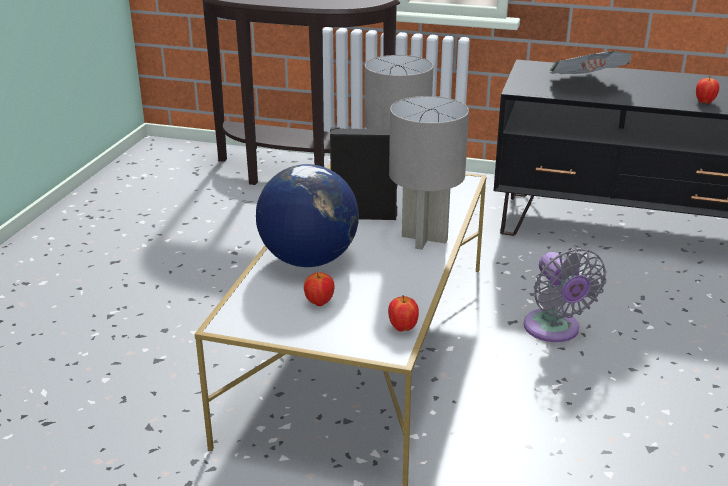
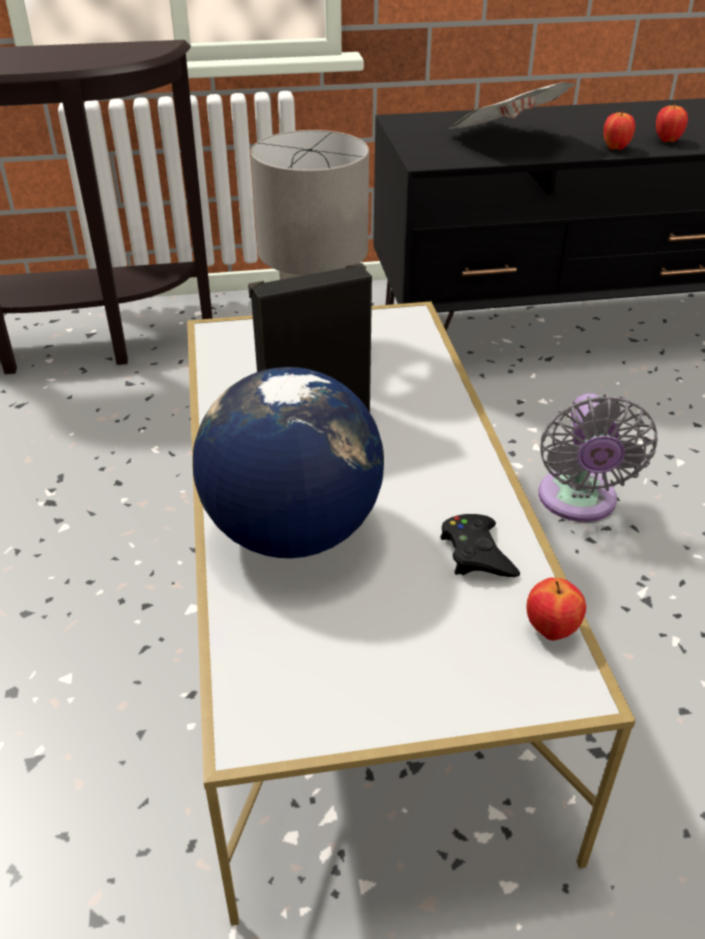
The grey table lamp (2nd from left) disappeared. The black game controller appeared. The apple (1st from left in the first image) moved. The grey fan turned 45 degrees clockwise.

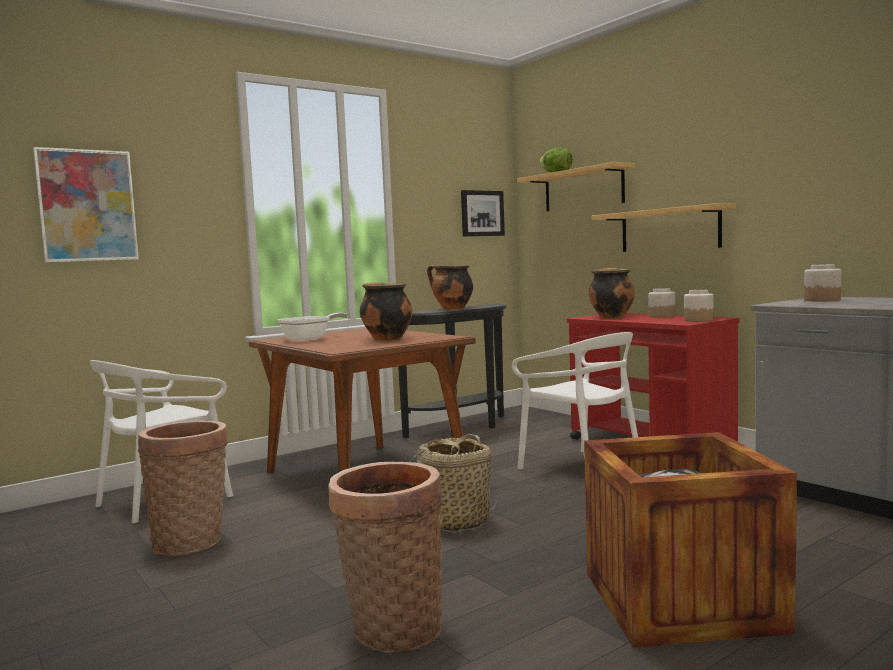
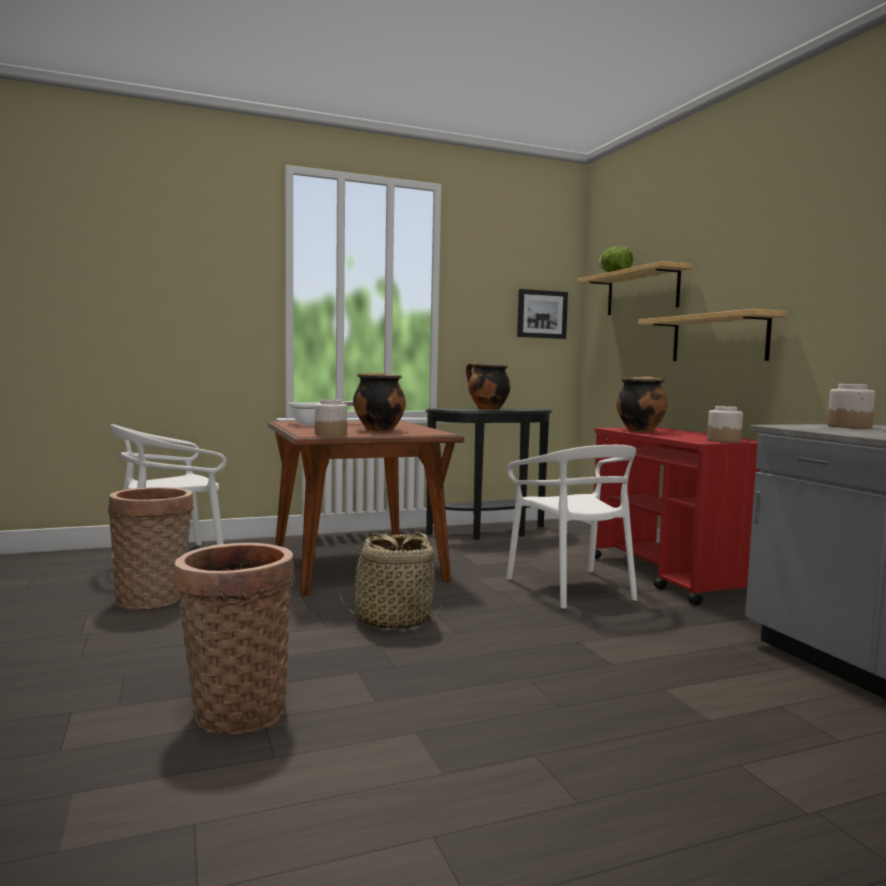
The picture (1st from left) disappeared. The crate disappeared. The jar (1st from left) moved.

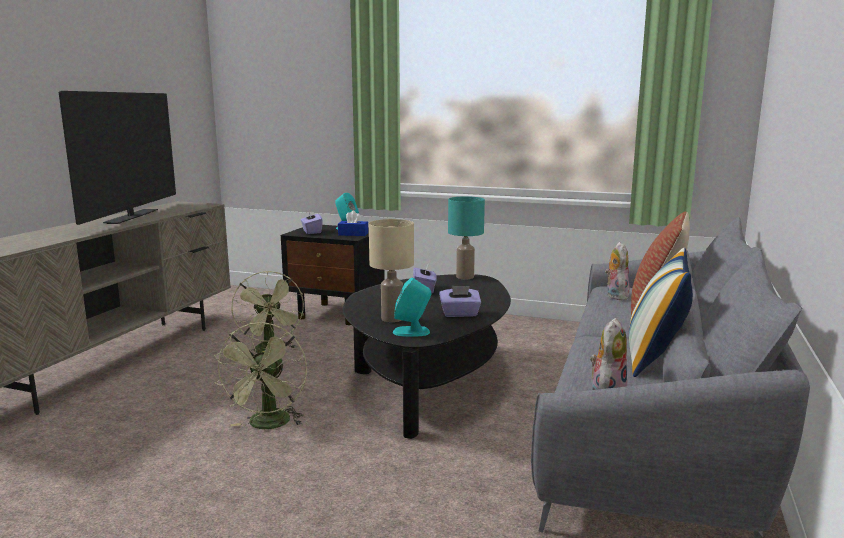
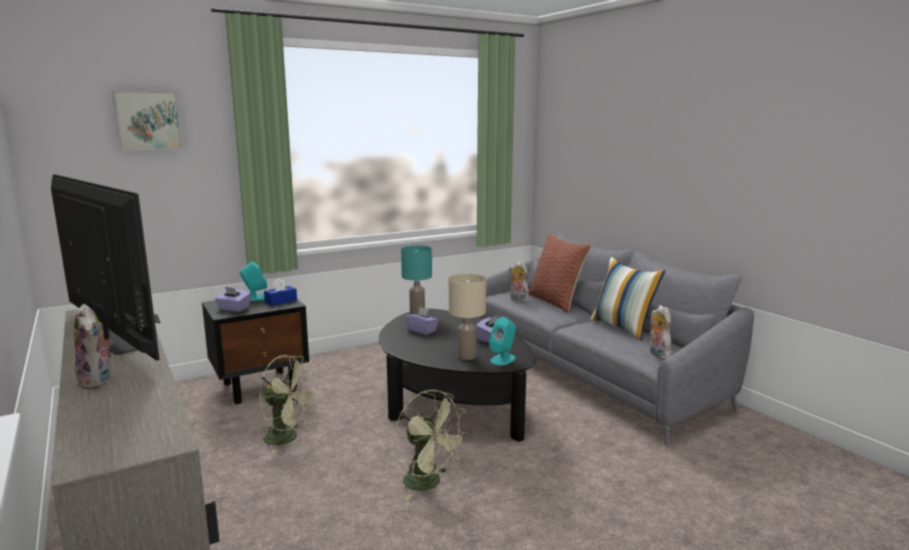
The plush toy (1st from left) appeared. The picture appeared.

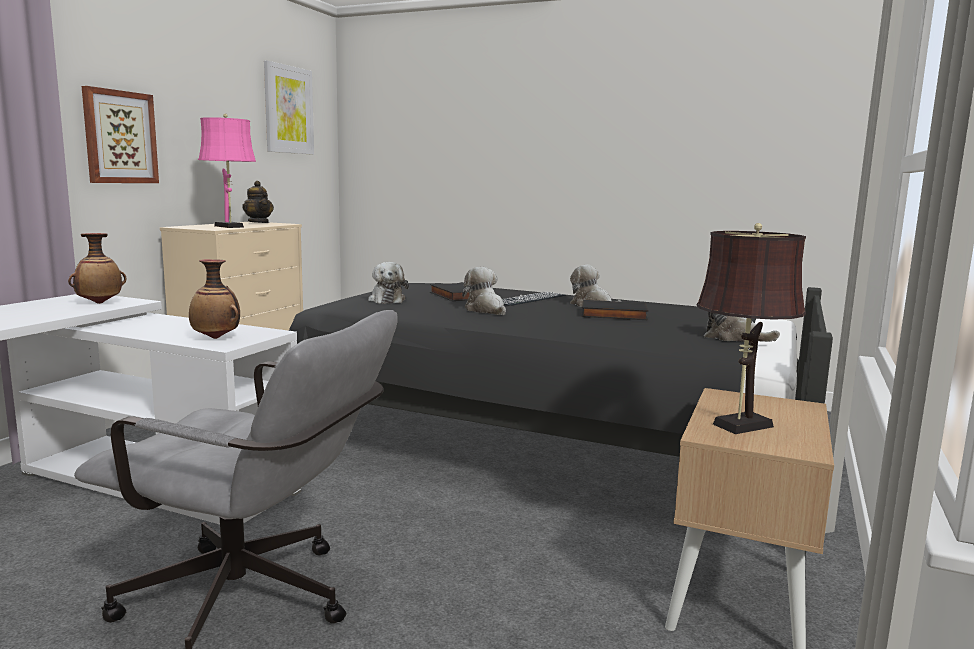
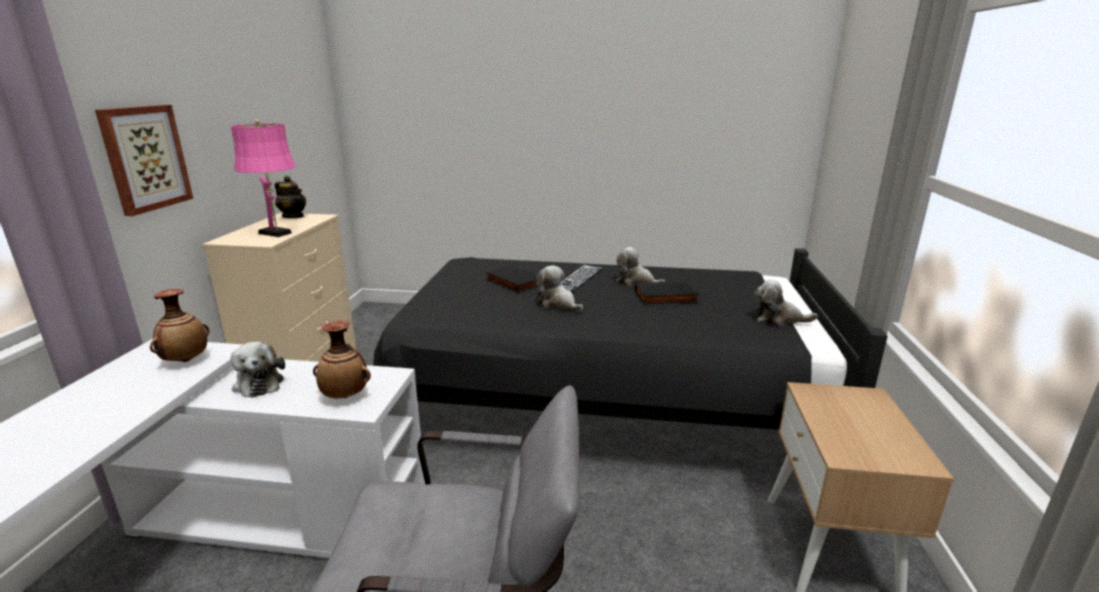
The picture (2nd from left) disappeared. The brown table lamp disappeared. The plush toy (1st from left) moved.

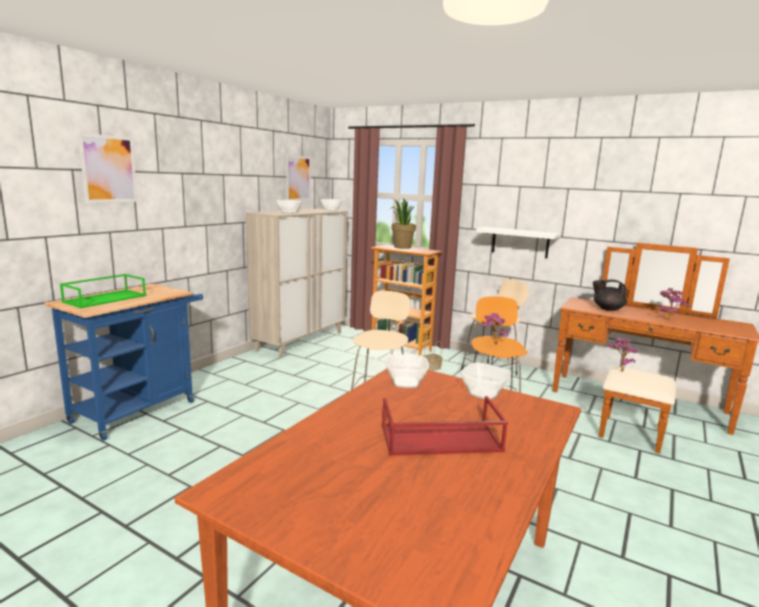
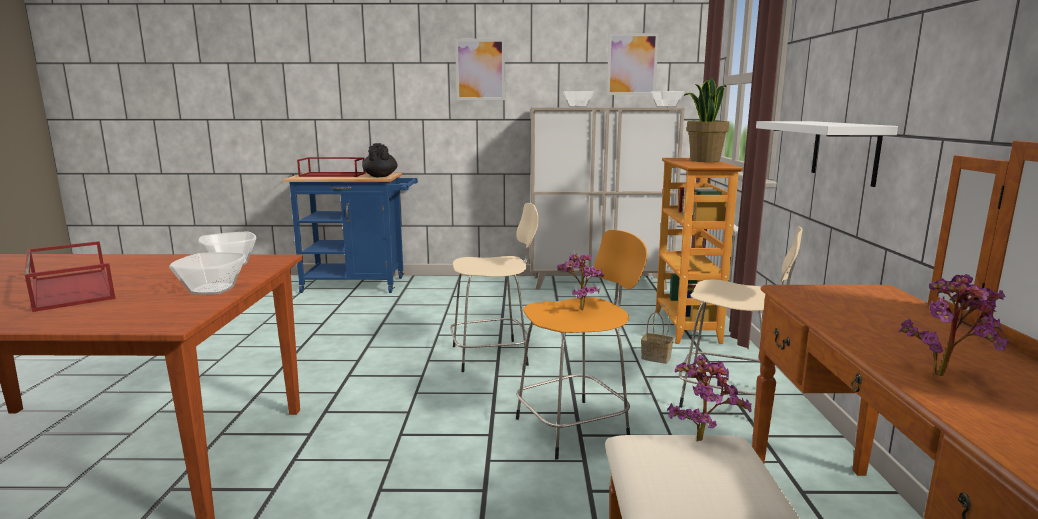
The picture (1st from left) moved. The black teapot moved. The green tray became the red tray (2nd from left).

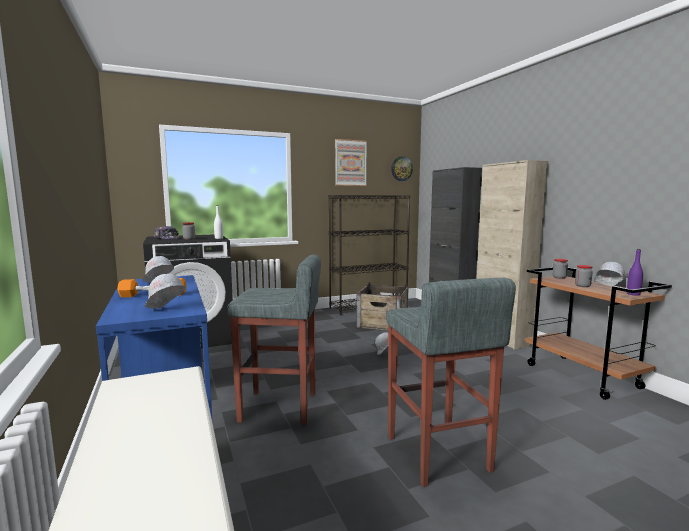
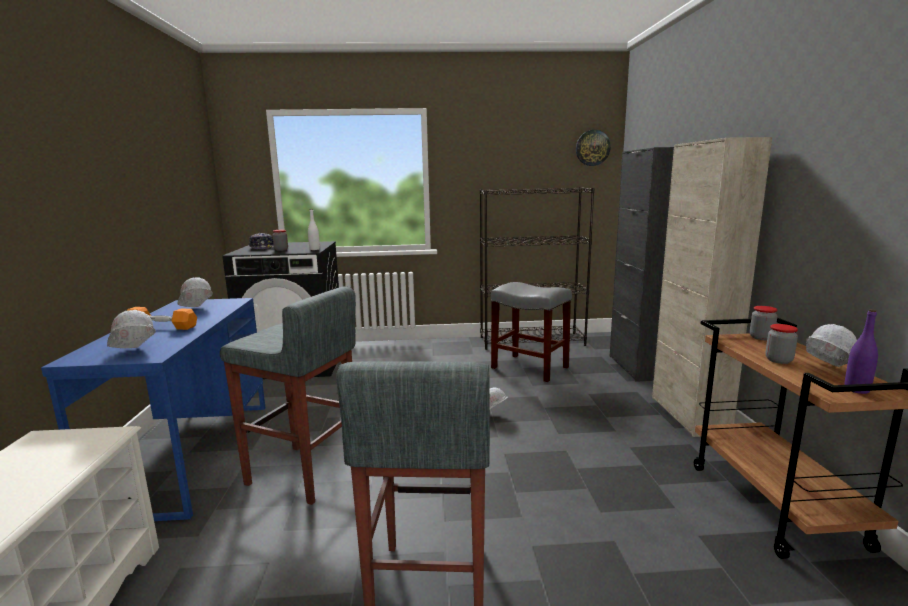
The picture disappeared. The crate was replaced by the grey stool (3rd from left).

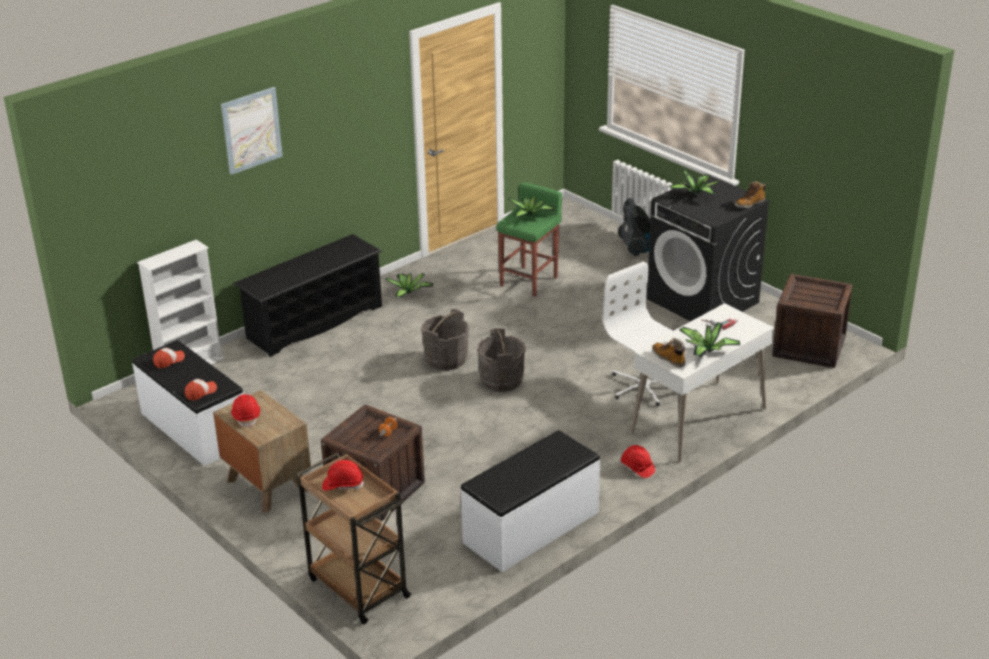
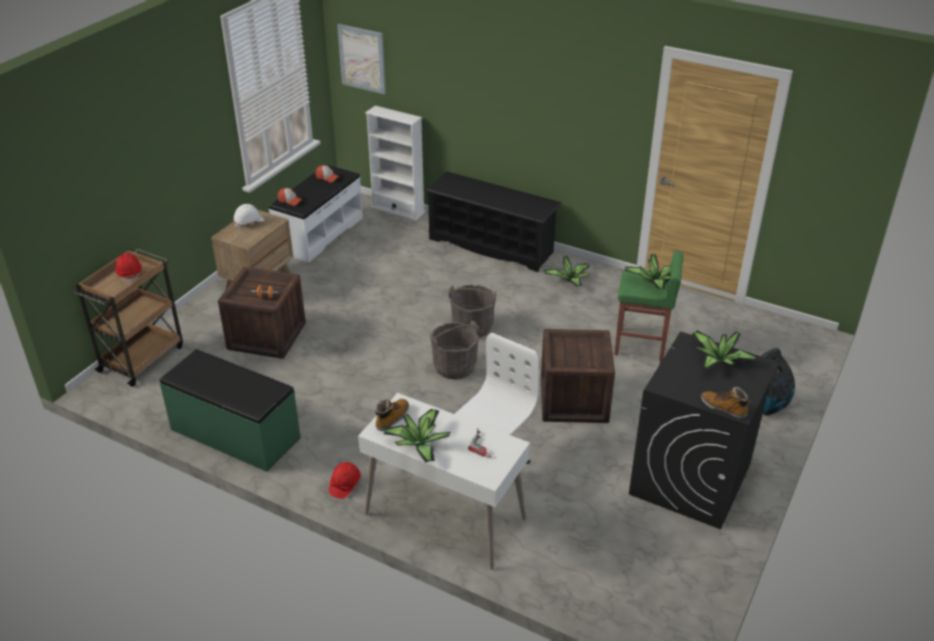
The picture moved. The crate (2nd from left) moved. The red hard hat (1st from left) became the white hard hat. The white bench (2nd from left) became the green bench.

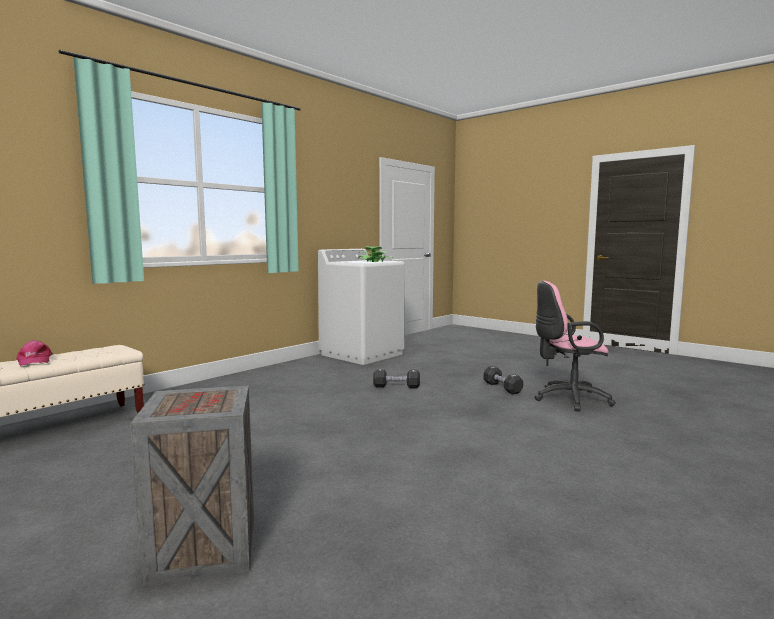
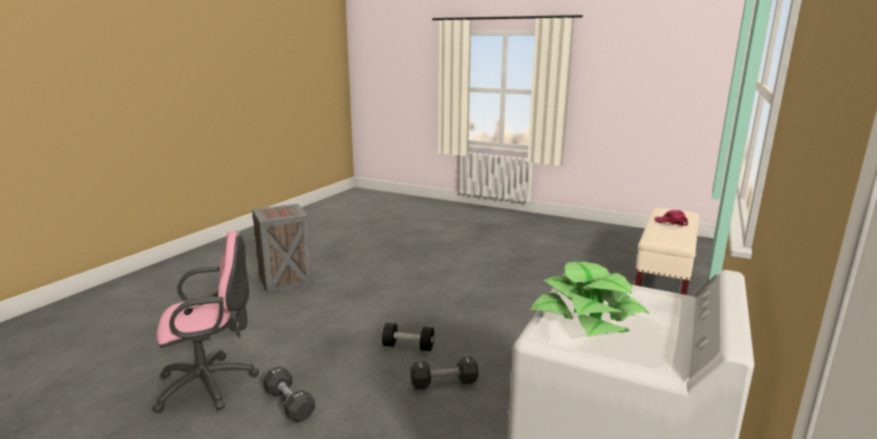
The black dumbbell (2nd from left) appeared. The crate moved.

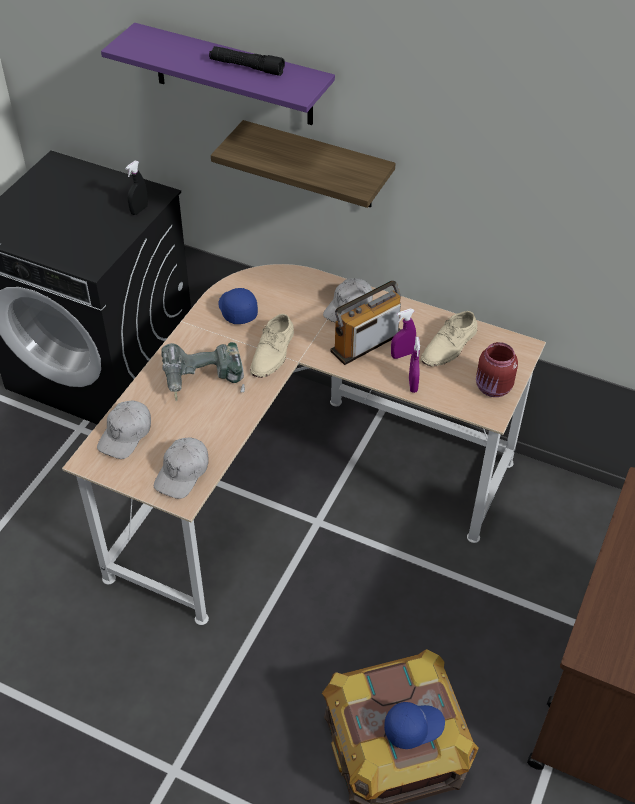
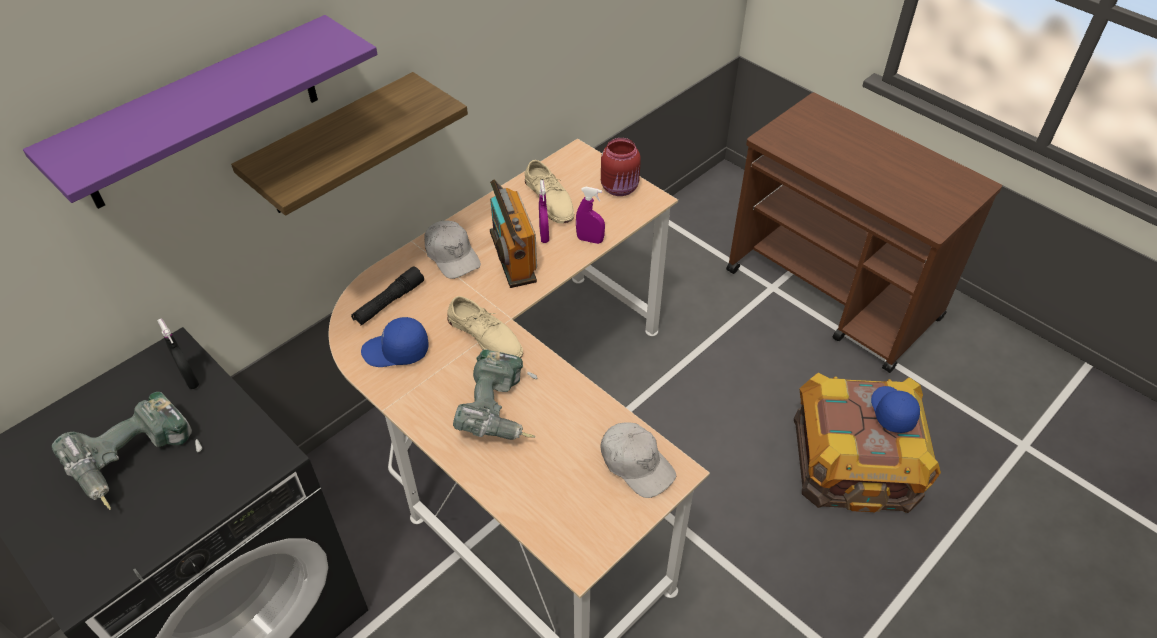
The white cap (1st from left) disappeared. The power drill (1st from left) appeared. The black flashlight moved.

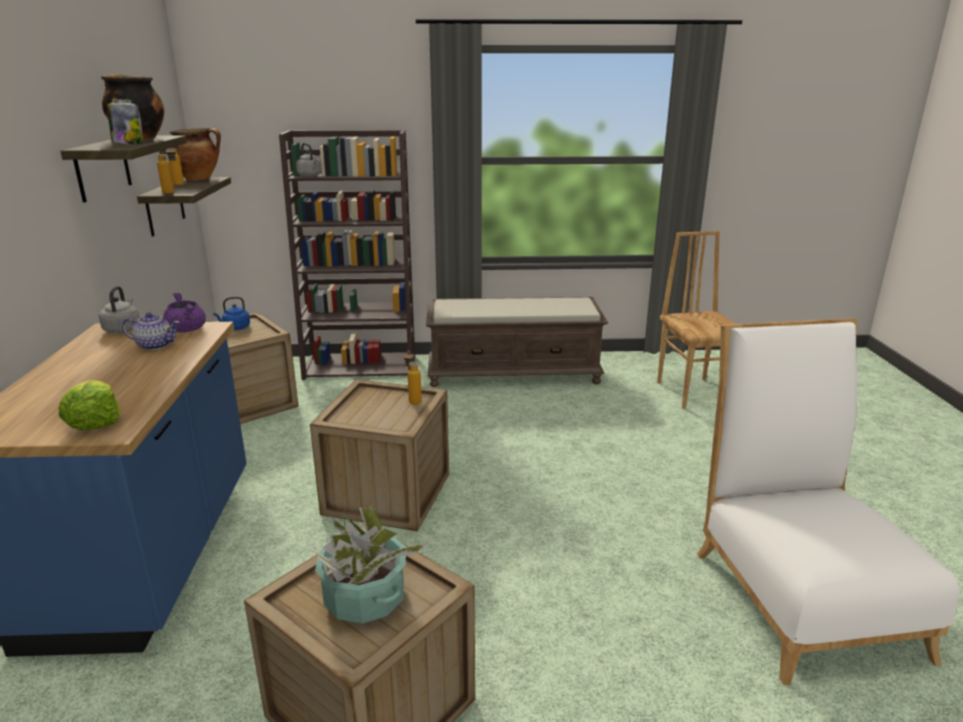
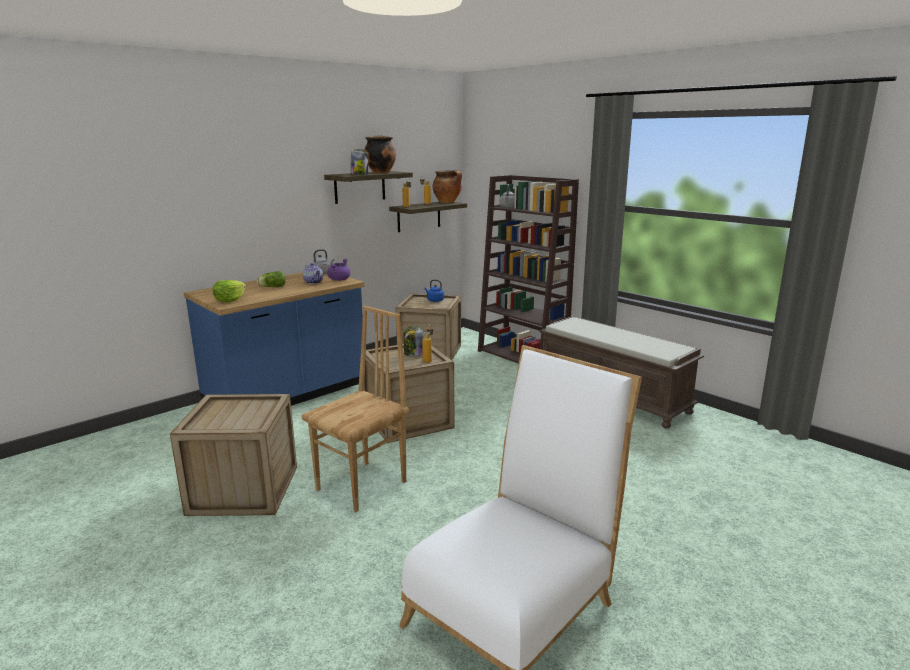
The potted plant disappeared. The lettuce (2nd from left) appeared. The jar (2nd from left) appeared. The brown chair moved.

